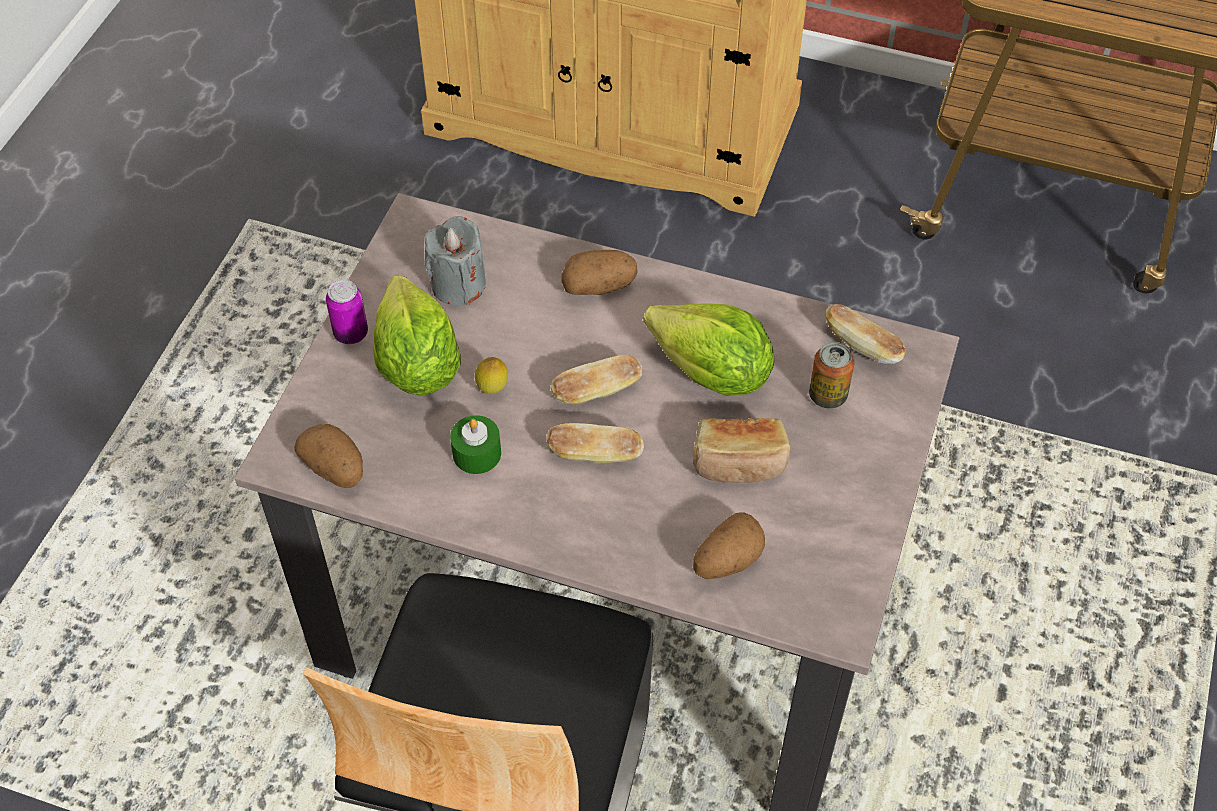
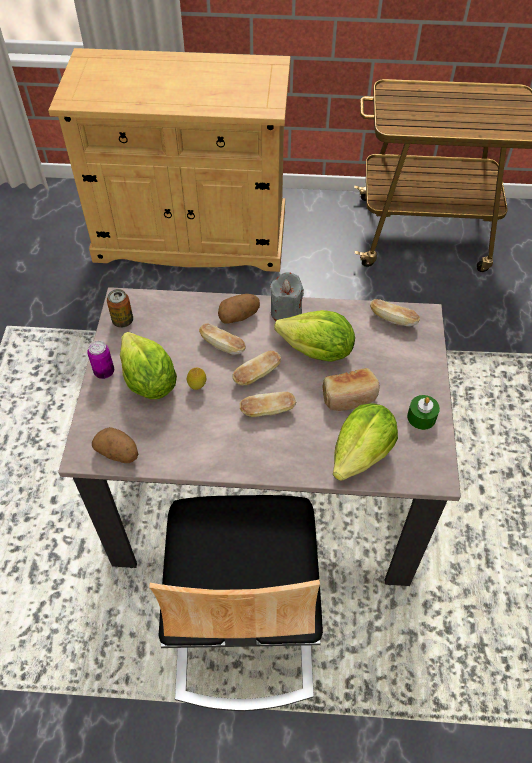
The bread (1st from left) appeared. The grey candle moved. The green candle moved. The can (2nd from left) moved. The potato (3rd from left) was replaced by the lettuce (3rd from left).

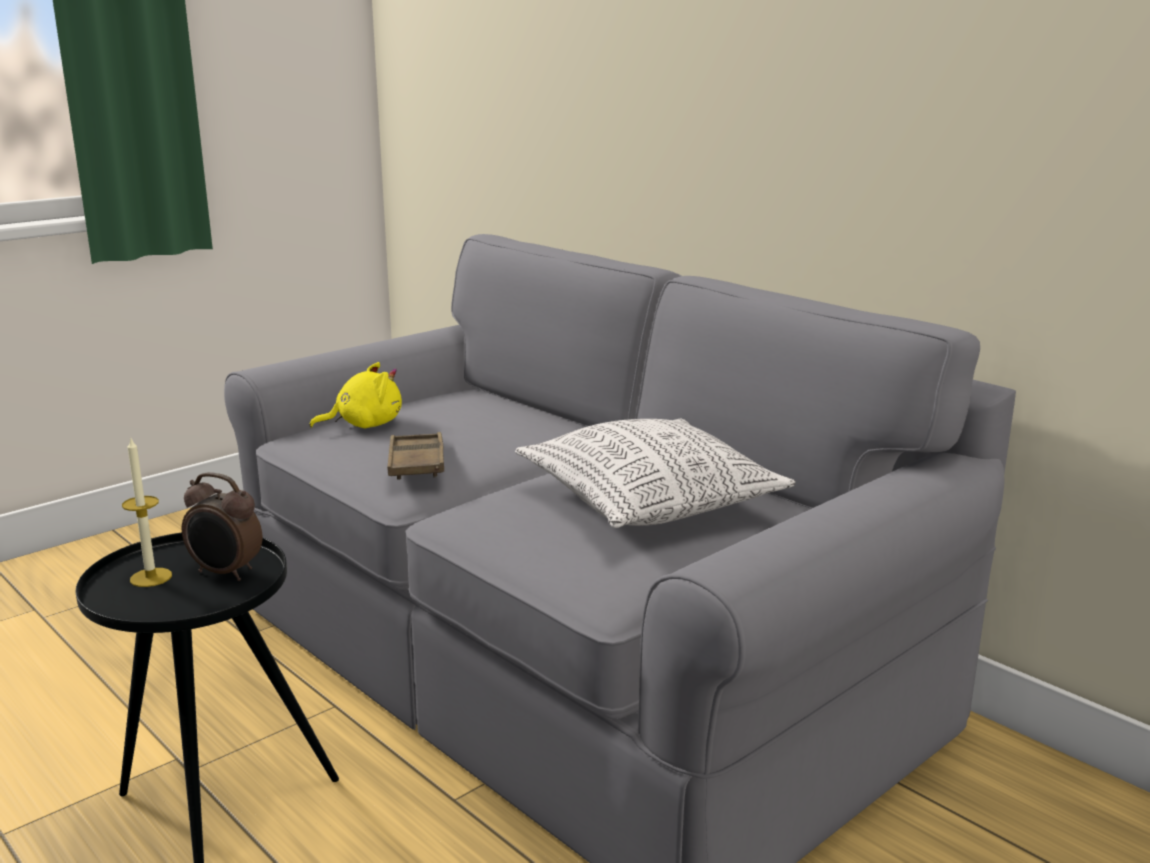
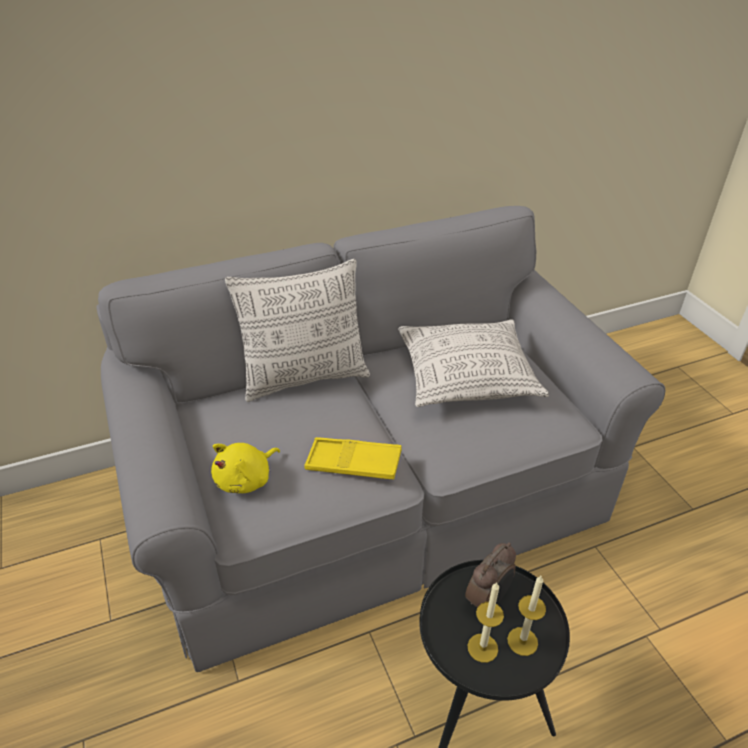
The pillow (1st from left) appeared. The candle (2nd from left) appeared. The brown tray became the yellow tray. The yellow plush toy turned 135 degrees counterclockwise.

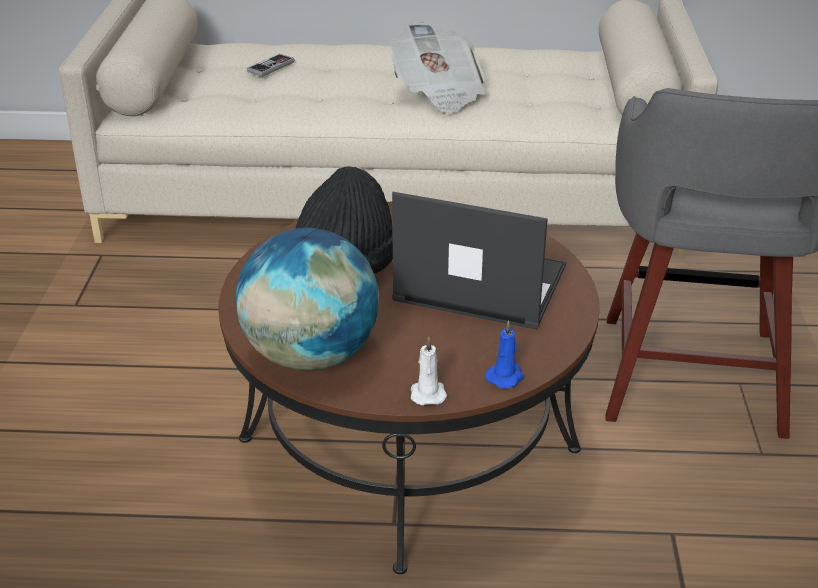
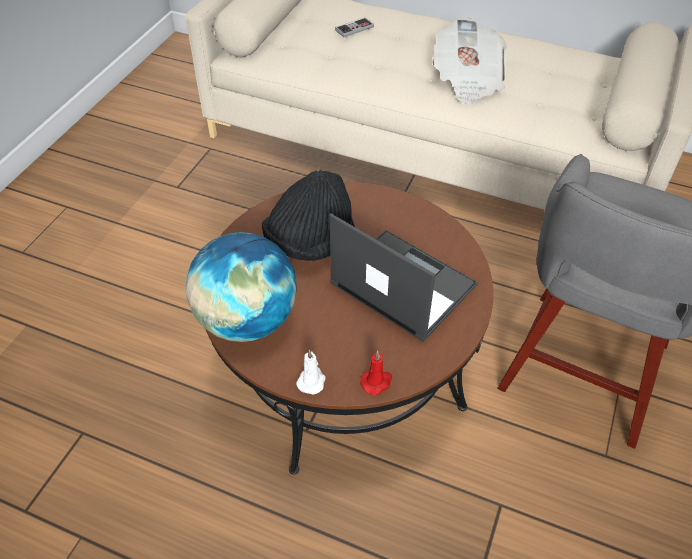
The blue candle became the red candle.

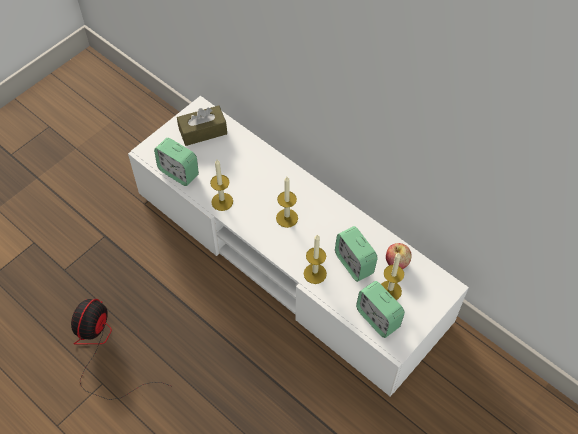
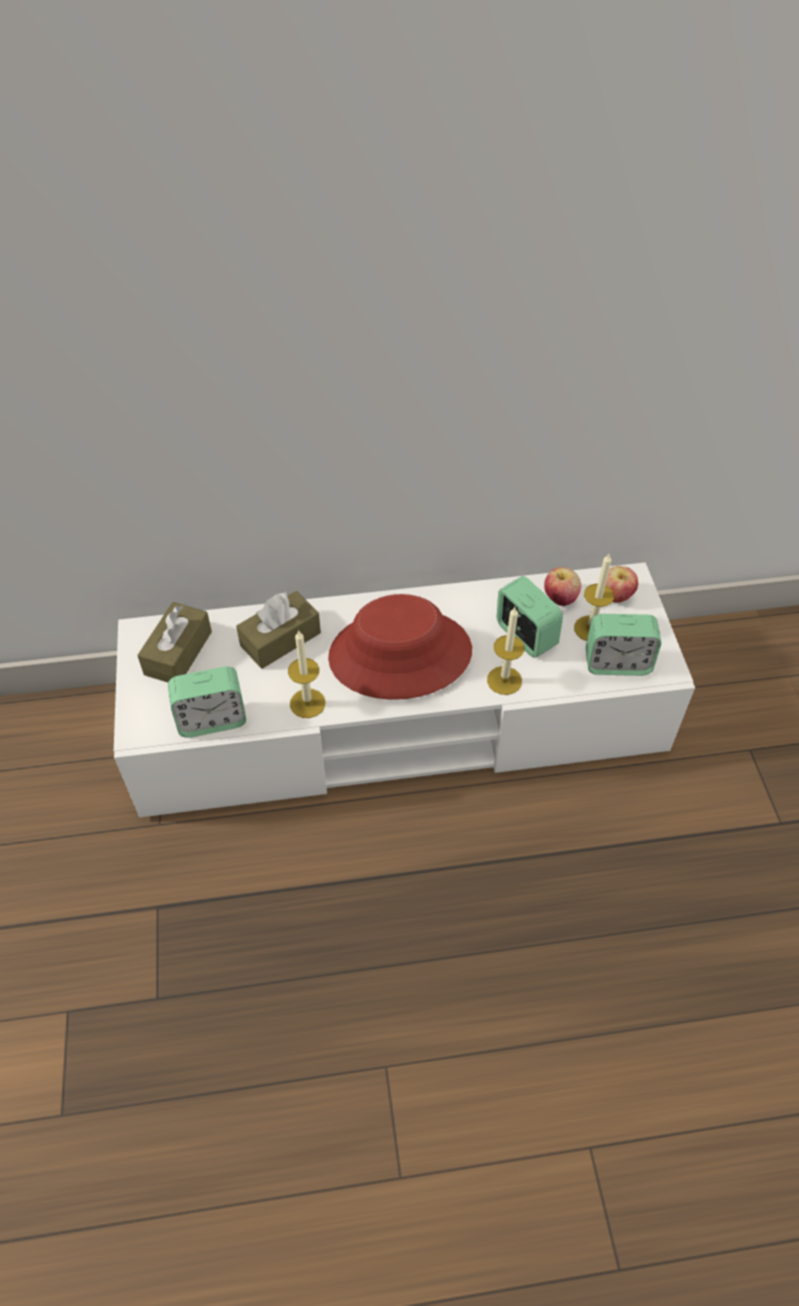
The fan disappeared. The brown tissue box (2nd from left) appeared. The apple (2nd from left) appeared. The candle (2nd from left) was replaced by the red hat. The alarm clock (2nd from left) turned 135 degrees counterclockwise.

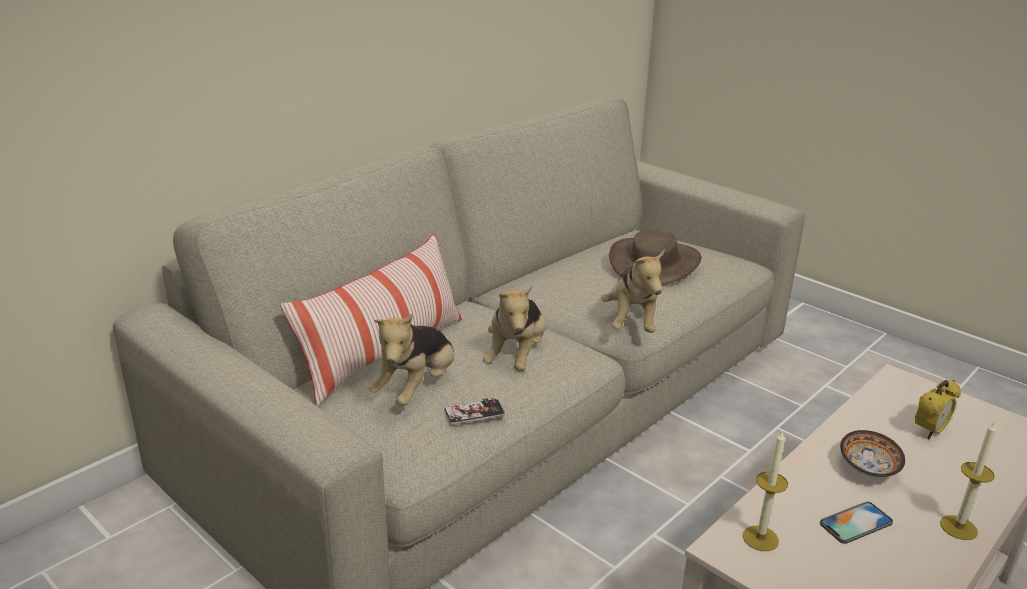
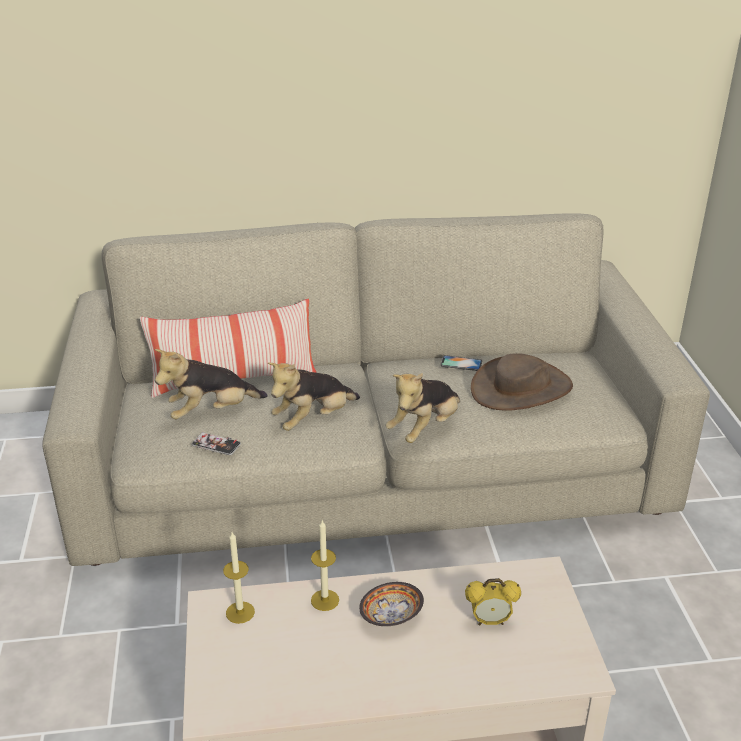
The phone (2nd from left) moved. The candle (2nd from left) moved.

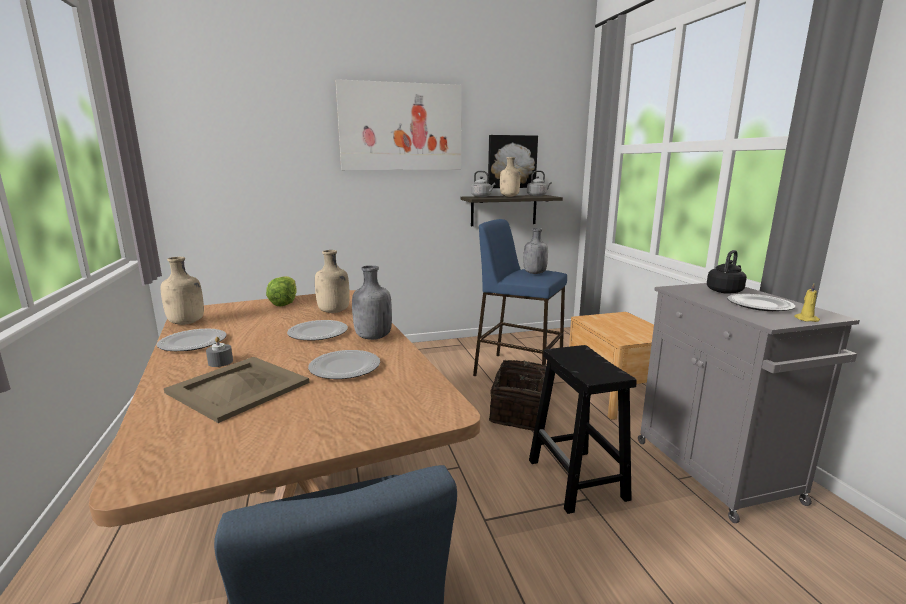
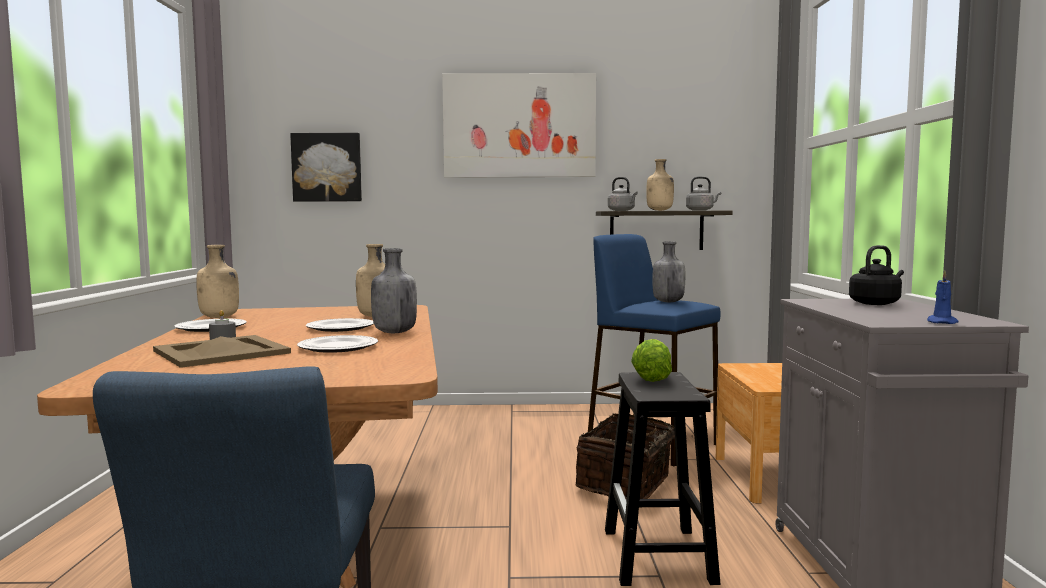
The plate (4th from left) disappeared. The lettuce moved. The picture (2nd from left in the first image) moved. The yellow candle became the blue candle.

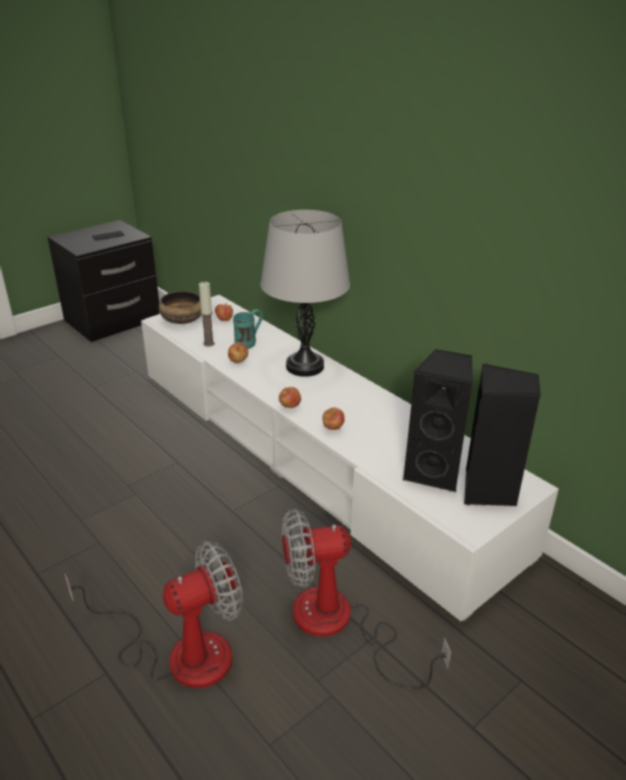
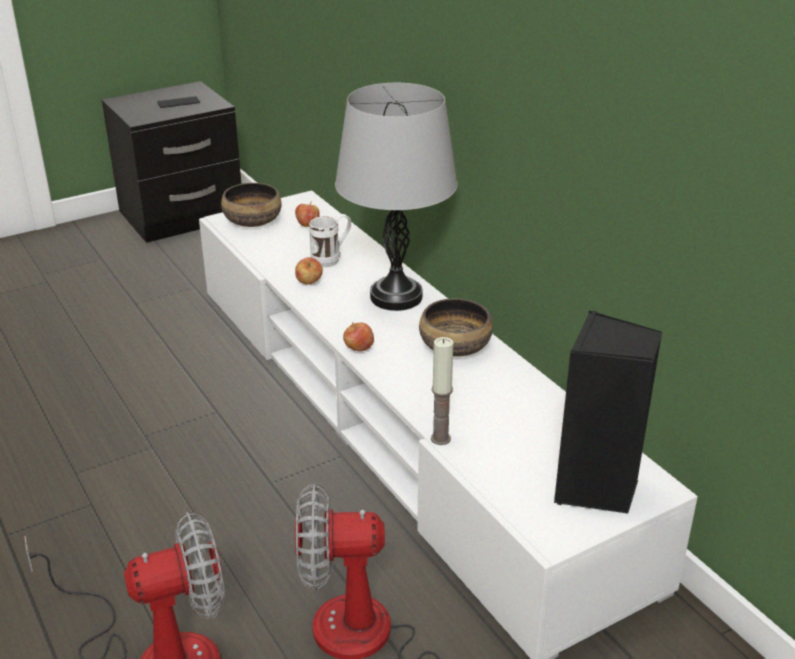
The apple (4th from left) disappeared. The black speaker (1st from left) disappeared. The bowl (2nd from left) appeared. The candle moved. The turquoise mug became the white mug.

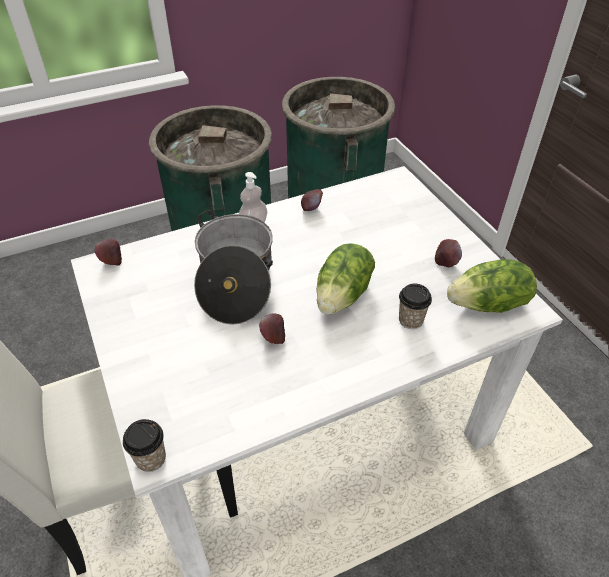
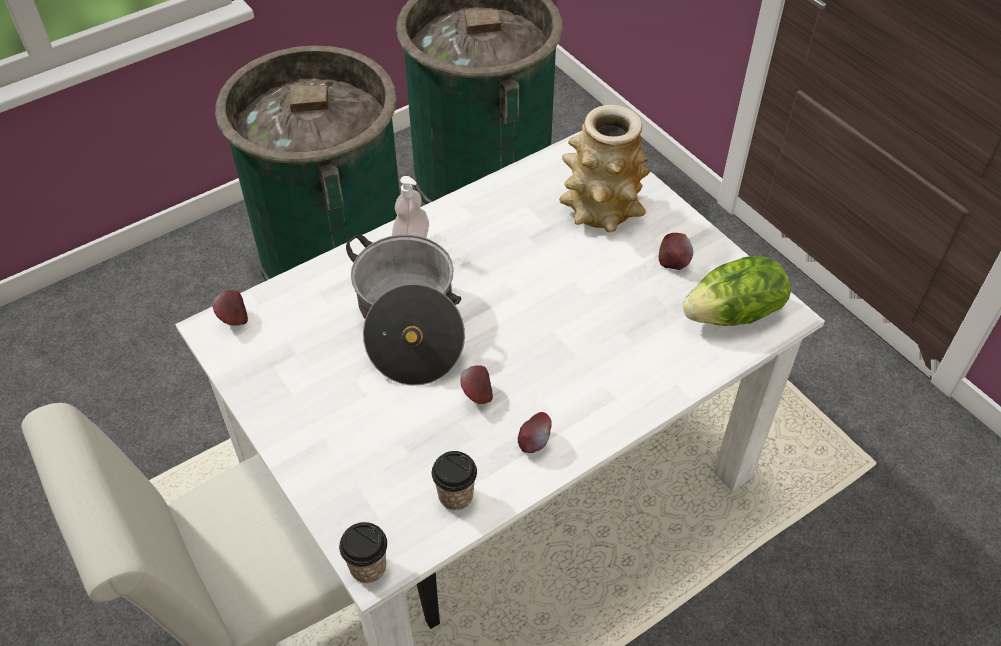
The lettuce (1st from left) disappeared. The vase appeared. The apple (3rd from left) moved. The cup (2nd from left) moved.

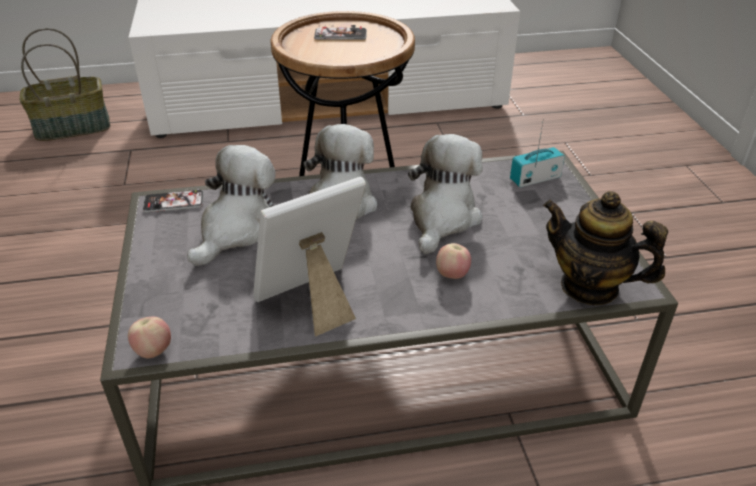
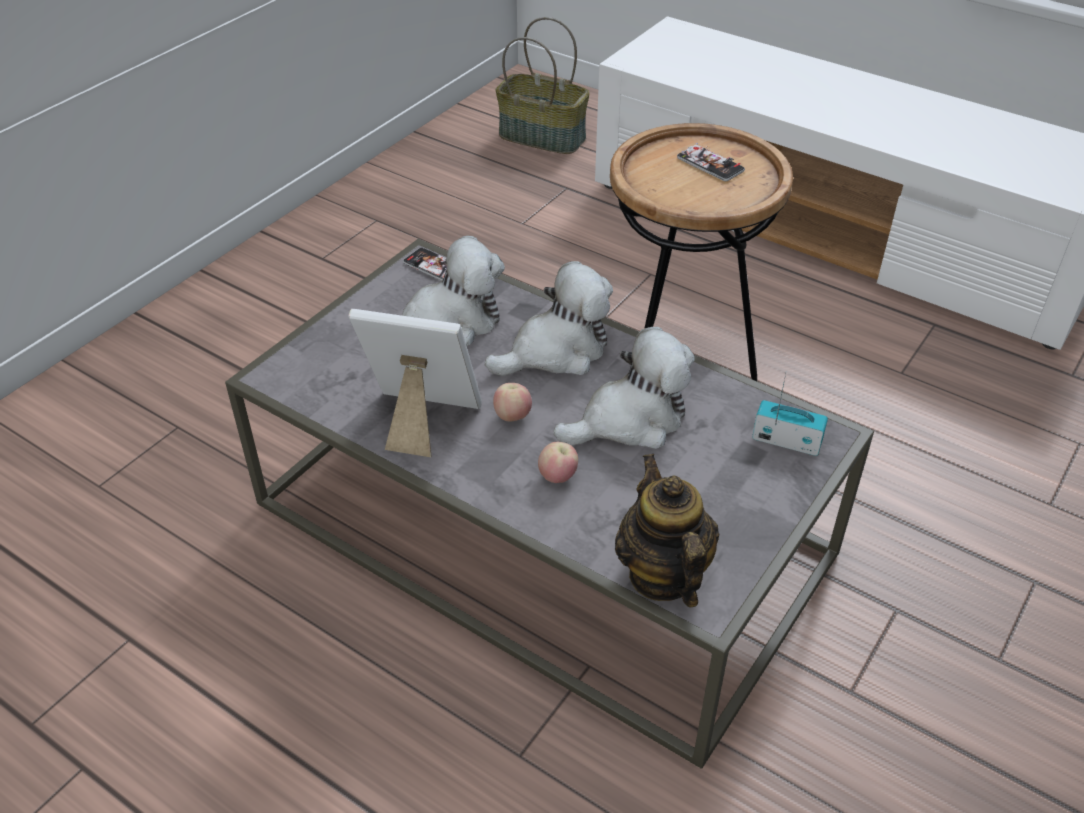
The apple (1st from left) moved.

